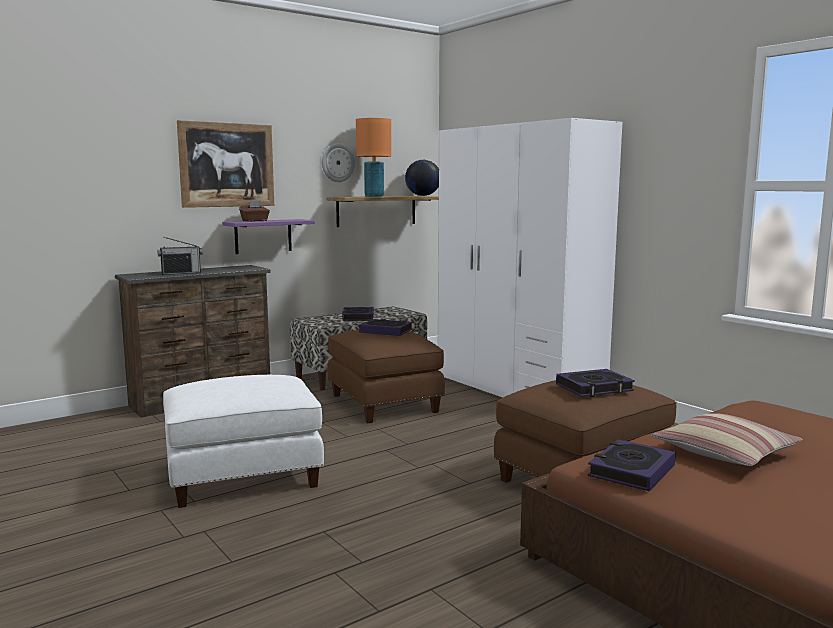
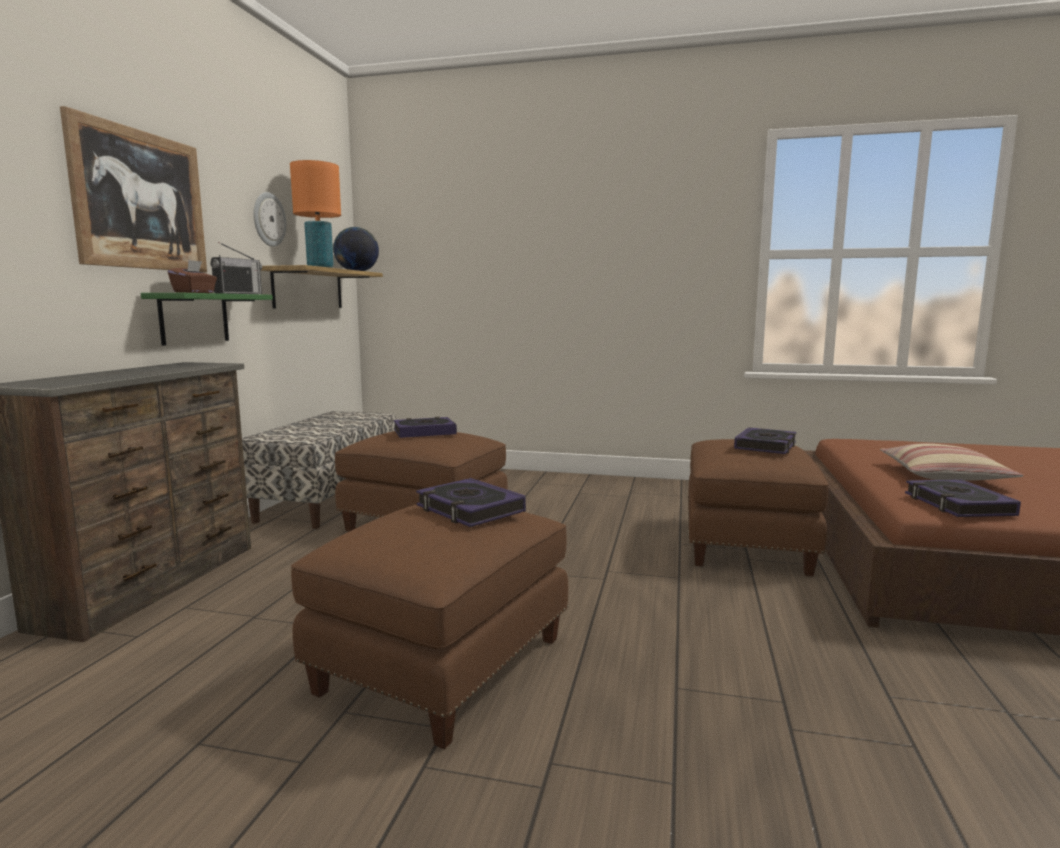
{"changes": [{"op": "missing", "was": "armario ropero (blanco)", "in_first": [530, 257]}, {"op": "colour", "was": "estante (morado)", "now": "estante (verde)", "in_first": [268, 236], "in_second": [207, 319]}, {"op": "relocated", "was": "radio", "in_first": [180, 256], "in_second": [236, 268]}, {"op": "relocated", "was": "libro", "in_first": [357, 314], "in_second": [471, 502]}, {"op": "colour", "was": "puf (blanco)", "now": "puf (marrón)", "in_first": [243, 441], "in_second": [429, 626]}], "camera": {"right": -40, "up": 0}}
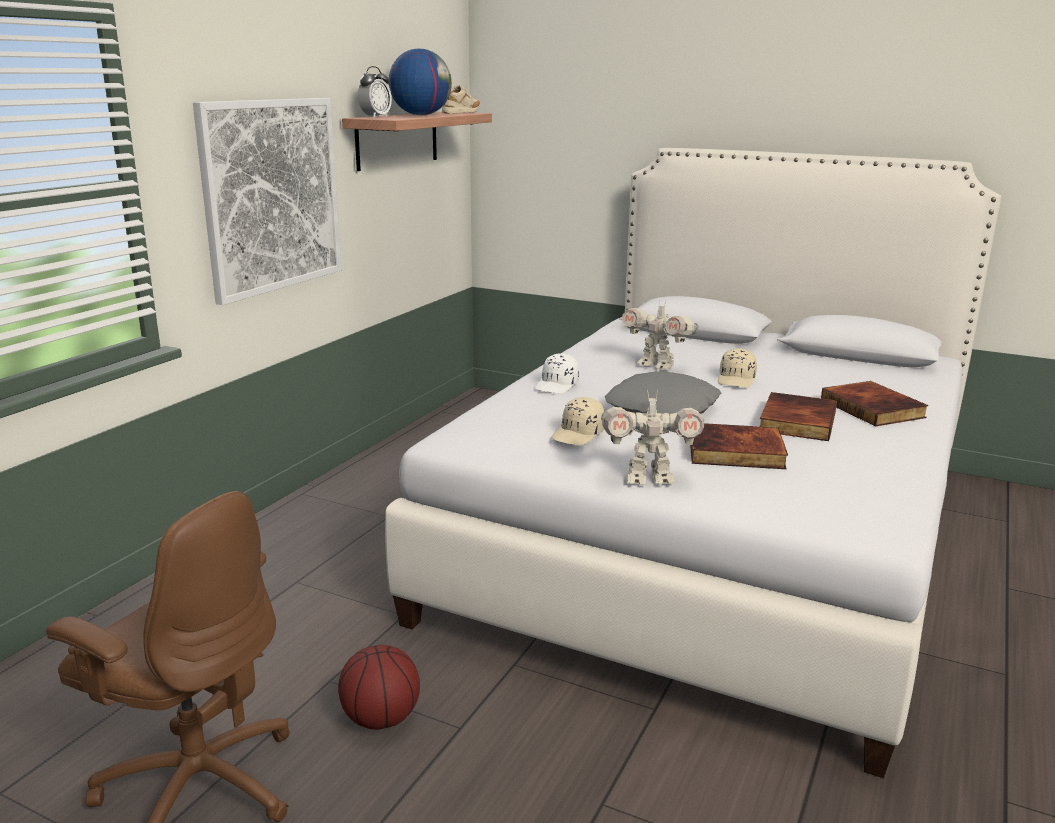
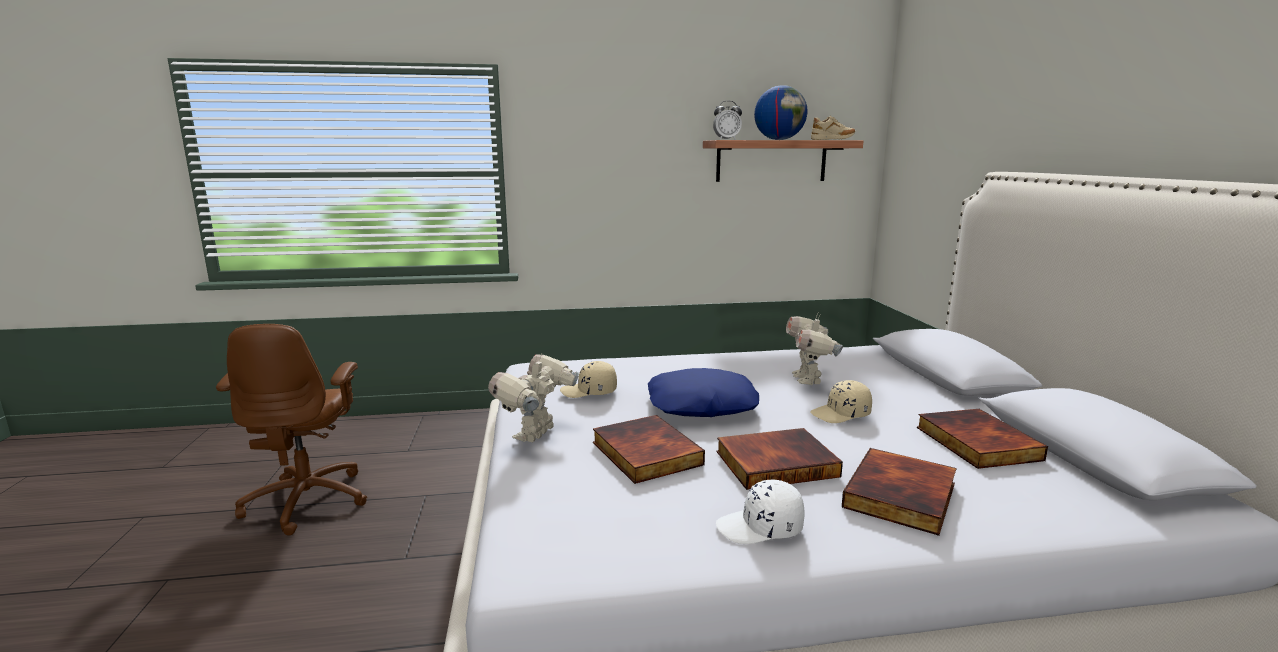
{"changes": [{"op": "missing", "was": "cuadro", "in_first": [267, 201]}, {"op": "relocated", "was": "gorra (blanco)", "in_first": [557, 373], "in_second": [760, 512]}, {"op": "colour", "was": "cojín (gris)", "now": "cojín (azul)", "in_first": [663, 393], "in_second": [703, 392]}, {"op": "spun", "was": "robot de juguete", "in_first": [652, 437], "in_second": [533, 398], "clockwise": 60}, {"op": "missing", "was": "balón de baloncesto", "in_first": [379, 687]}, {"op": "appeared", "now": "libro", "in_second": [982, 439]}], "camera": {"right": 55, "up": -5}}
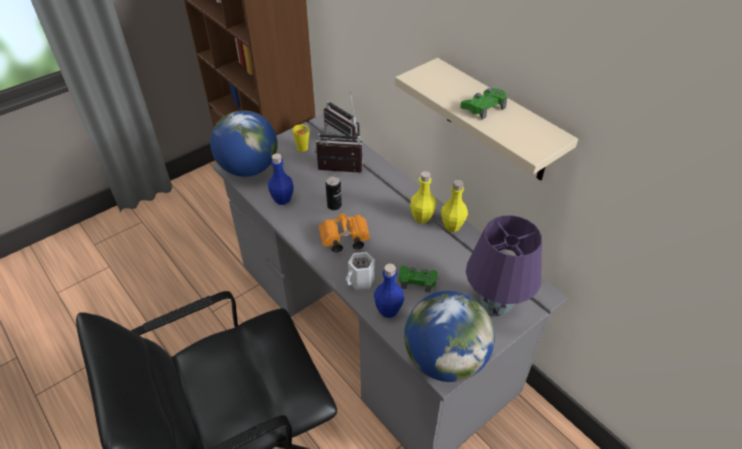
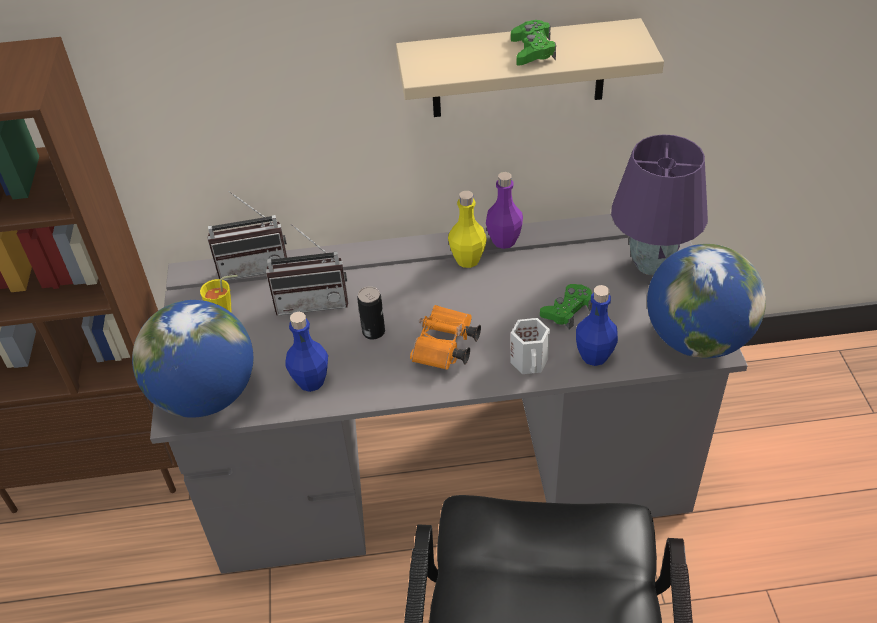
{"changes": [{"op": "spun", "was": "radio", "in_first": [339, 153], "in_second": [307, 270], "clockwise": -135}, {"op": "colour", "was": "botella (amarillo)", "now": "botella (morado)", "in_first": [454, 206], "in_second": [504, 210]}], "camera": {"right": -55, "up": 0}}
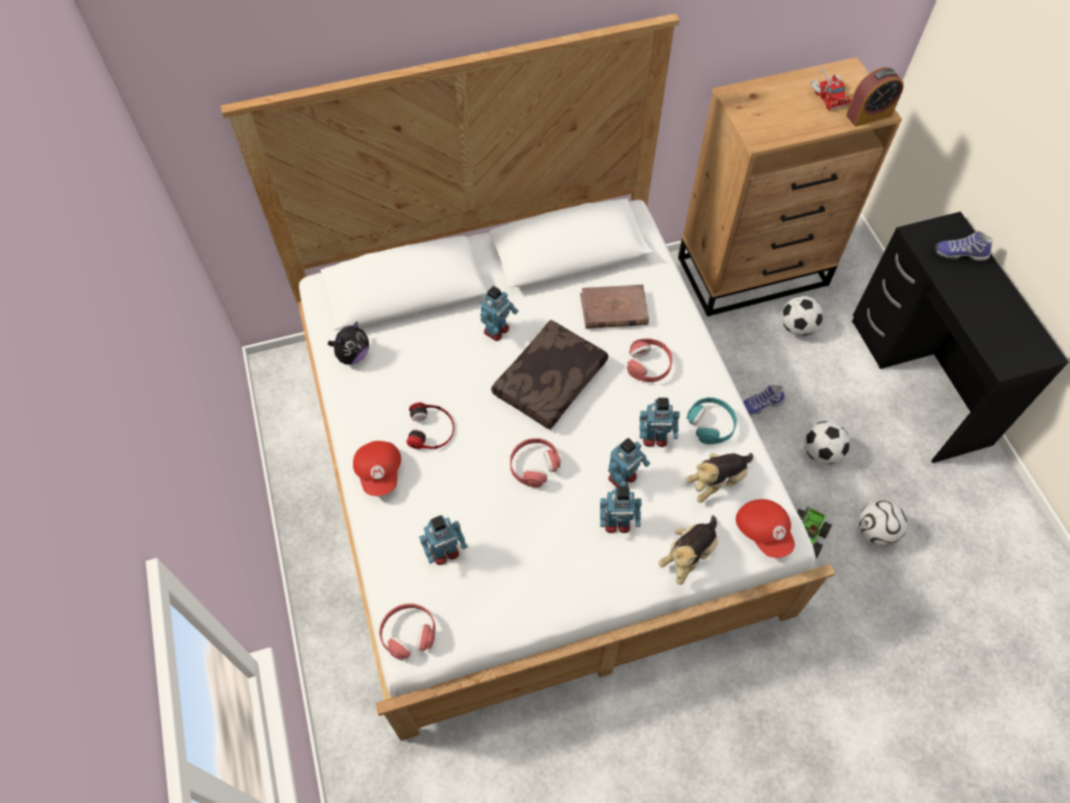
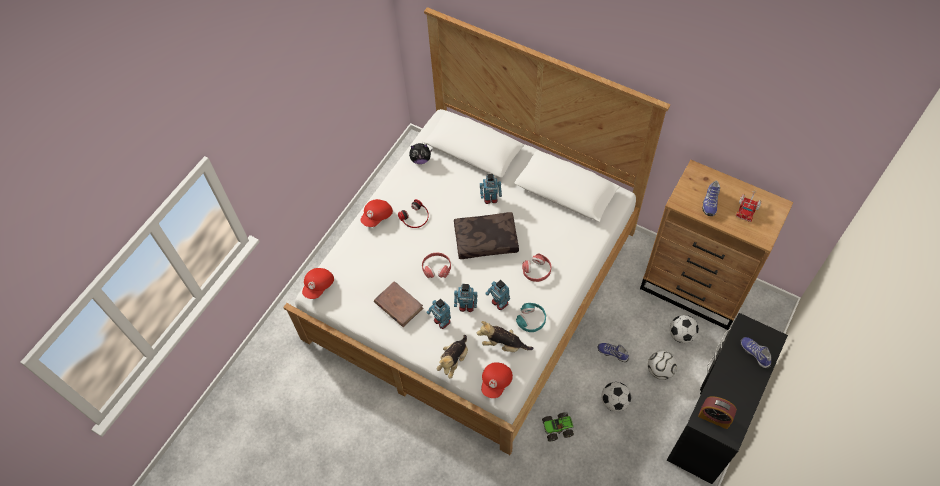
{"changes": [{"op": "relocated", "was": "despertador", "in_first": [875, 97], "in_second": [717, 412]}, {"op": "relocated", "was": "libro (marrón)", "in_first": [614, 307], "in_second": [398, 304]}, {"op": "relocated", "was": "balón de fútbol", "in_first": [882, 523], "in_second": [662, 365]}, {"op": "missing", "was": "robot de juguete", "in_first": [443, 540]}, {"op": "spun", "was": "peluche", "in_first": [688, 550], "in_second": [452, 357], "clockwise": -60}, {"op": "exchanged", "was": "auriculares (rojo)", "now": "gorra (rojo)", "in_first": [407, 631], "in_second": [318, 283]}, {"op": "appeared", "now": "zapato", "in_second": [711, 198]}], "camera": {"right": 50, "up": 0}}
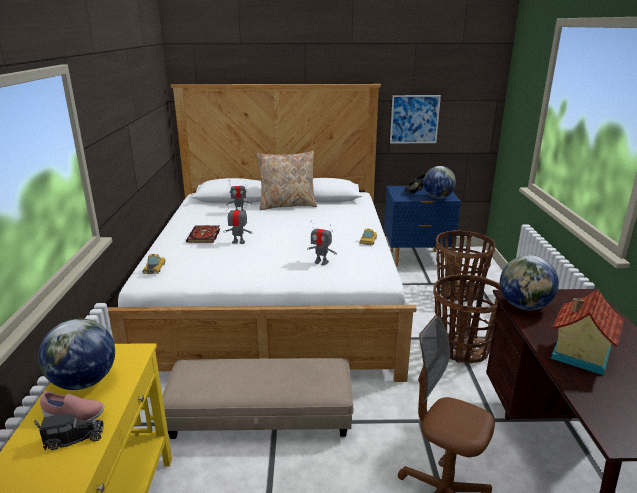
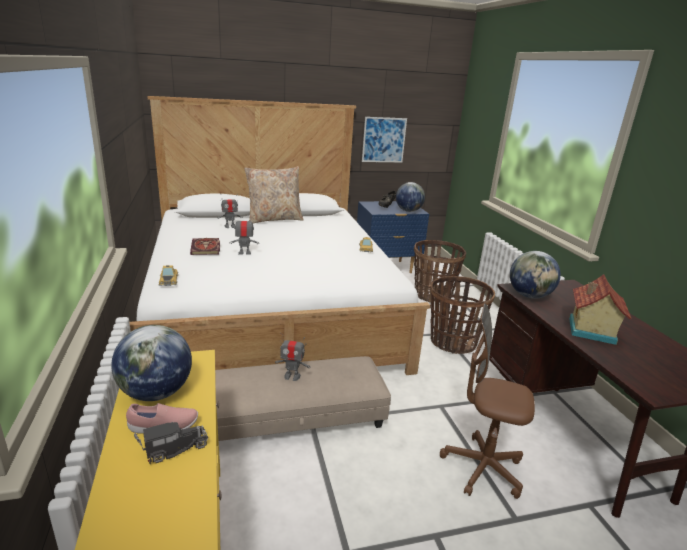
{"changes": [{"op": "relocated", "was": "robot de juguete", "in_first": [322, 243], "in_second": [292, 357]}], "camera": {"right": -15, "up": 0}}
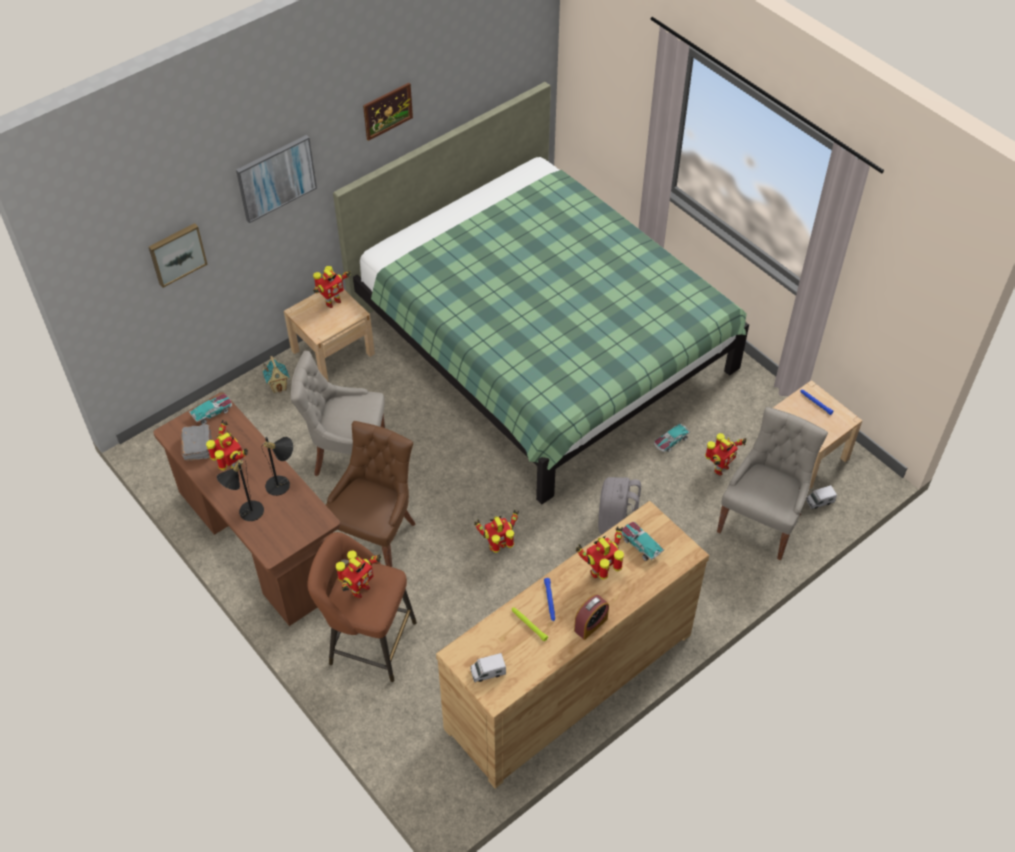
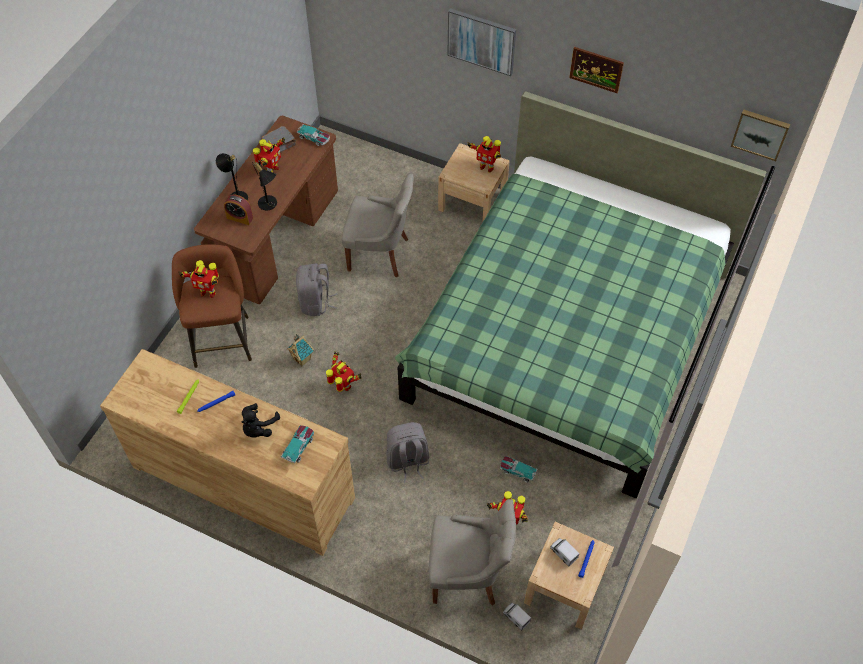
{"changes": [{"op": "relocated", "was": "cuadro", "in_first": [178, 255], "in_second": [760, 135]}, {"op": "spun", "was": "silla (gris)", "in_first": [338, 413], "in_second": [378, 225], "clockwise": 120}, {"op": "relocated", "was": "casita", "in_first": [276, 375], "in_second": [300, 350]}, {"op": "exchanged", "was": "silla (marrón)", "now": "mochila (gris)", "in_first": [371, 494], "in_second": [317, 289]}, {"op": "exchanged", "was": "robot de juguete", "now": "peluche (negro)", "in_first": [599, 553], "in_second": [260, 420]}, {"op": "relocated", "was": "despertador", "in_first": [591, 617], "in_second": [238, 210]}, {"op": "relocated", "was": "camión de juguete", "in_first": [488, 667], "in_second": [565, 552]}], "camera": {"right": 65, "up": 5}}
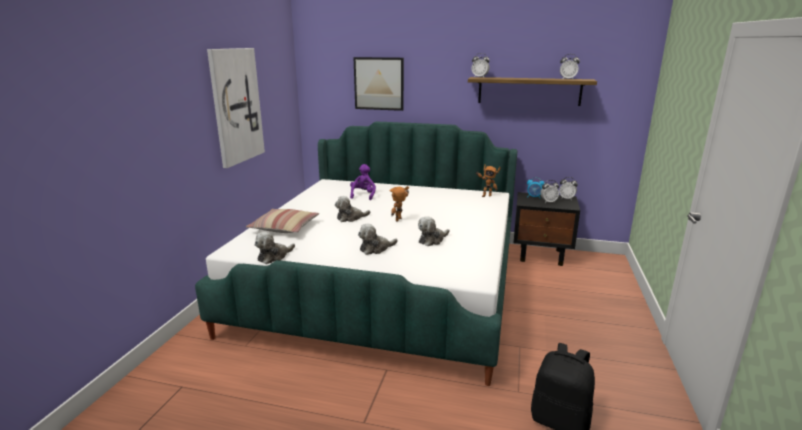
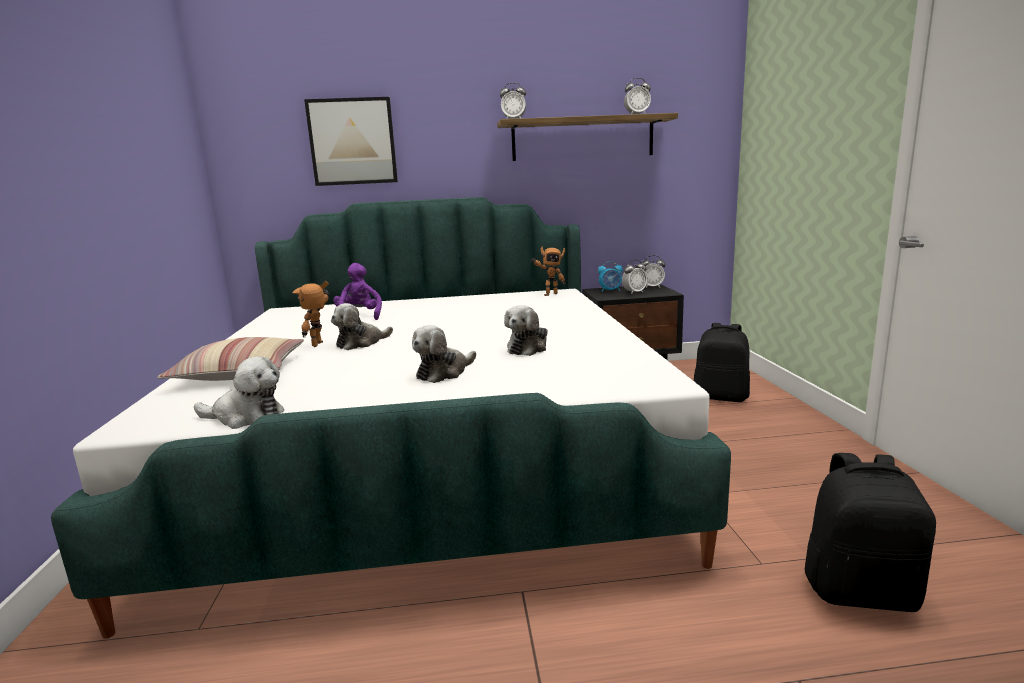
{"changes": [{"op": "missing", "was": "cuadro", "in_first": [236, 108]}, {"op": "relocated", "was": "robot de juguete", "in_first": [399, 204], "in_second": [310, 314]}, {"op": "spun", "was": "peluche", "in_first": [275, 248], "in_second": [239, 392], "clockwise": -105}, {"op": "appeared", "now": "mochila (negro)", "in_second": [722, 362]}], "camera": {"right": -20, "up": -5}}
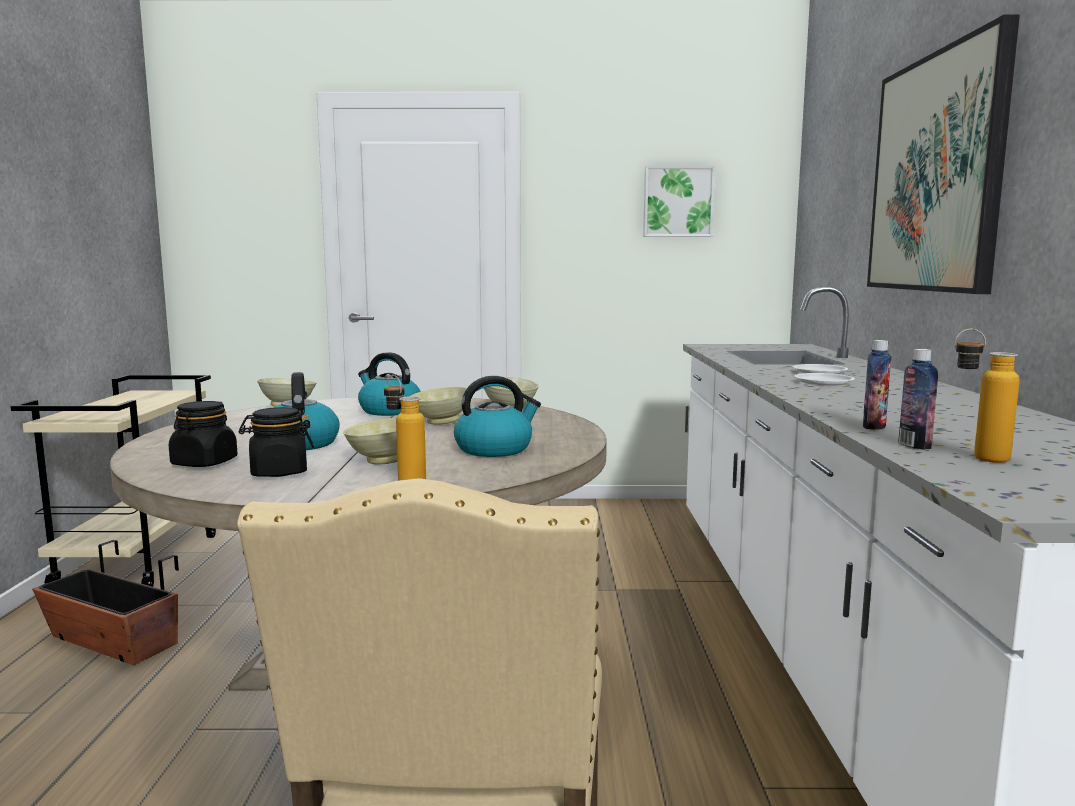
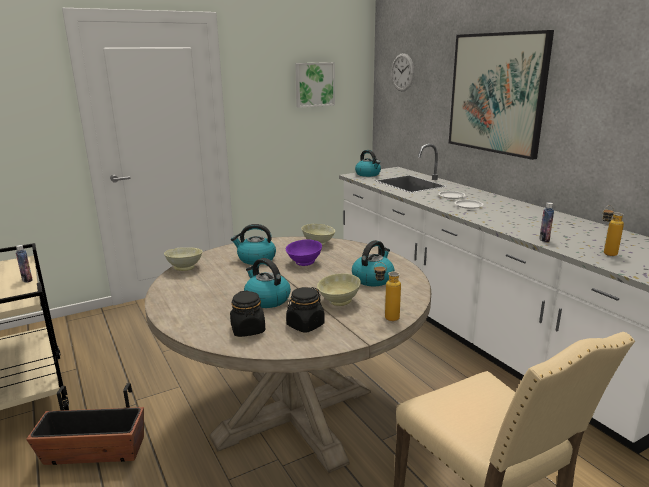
{"changes": [{"op": "relocated", "was": "botella", "in_first": [918, 399], "in_second": [24, 264]}, {"op": "colour", "was": "cuenco (beis)", "now": "cuenco (morado)", "in_first": [439, 406], "in_second": [304, 252]}, {"op": "appeared", "now": "reloj de pared", "in_second": [402, 72]}, {"op": "appeared", "now": "hervidor", "in_second": [368, 163]}], "camera": {"right": -30, "up": 10}}
